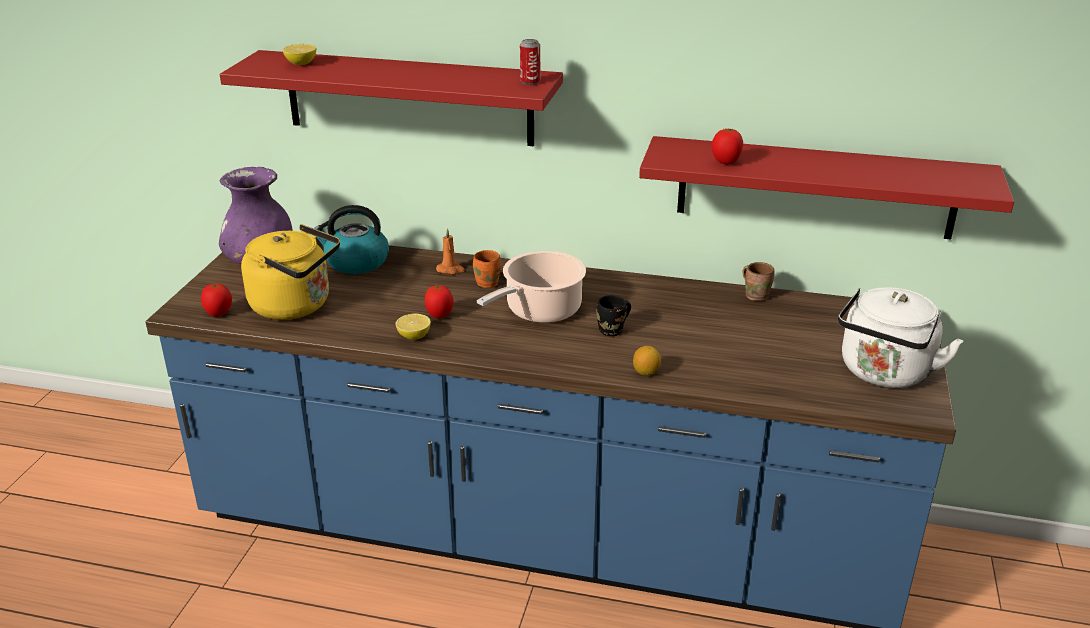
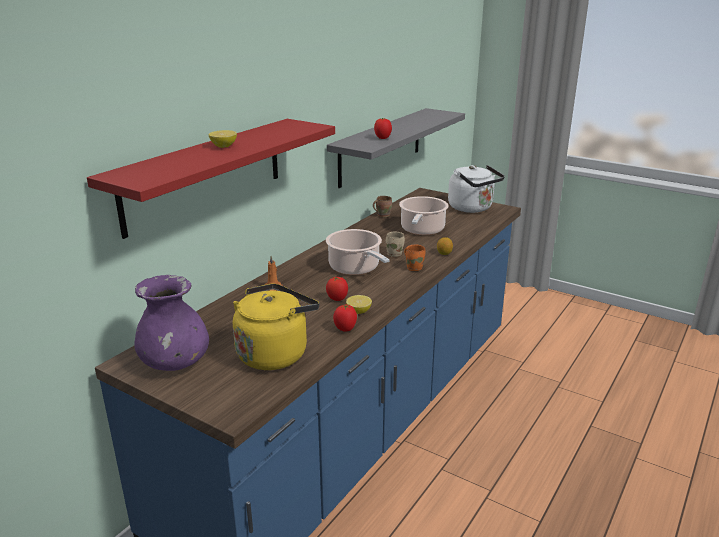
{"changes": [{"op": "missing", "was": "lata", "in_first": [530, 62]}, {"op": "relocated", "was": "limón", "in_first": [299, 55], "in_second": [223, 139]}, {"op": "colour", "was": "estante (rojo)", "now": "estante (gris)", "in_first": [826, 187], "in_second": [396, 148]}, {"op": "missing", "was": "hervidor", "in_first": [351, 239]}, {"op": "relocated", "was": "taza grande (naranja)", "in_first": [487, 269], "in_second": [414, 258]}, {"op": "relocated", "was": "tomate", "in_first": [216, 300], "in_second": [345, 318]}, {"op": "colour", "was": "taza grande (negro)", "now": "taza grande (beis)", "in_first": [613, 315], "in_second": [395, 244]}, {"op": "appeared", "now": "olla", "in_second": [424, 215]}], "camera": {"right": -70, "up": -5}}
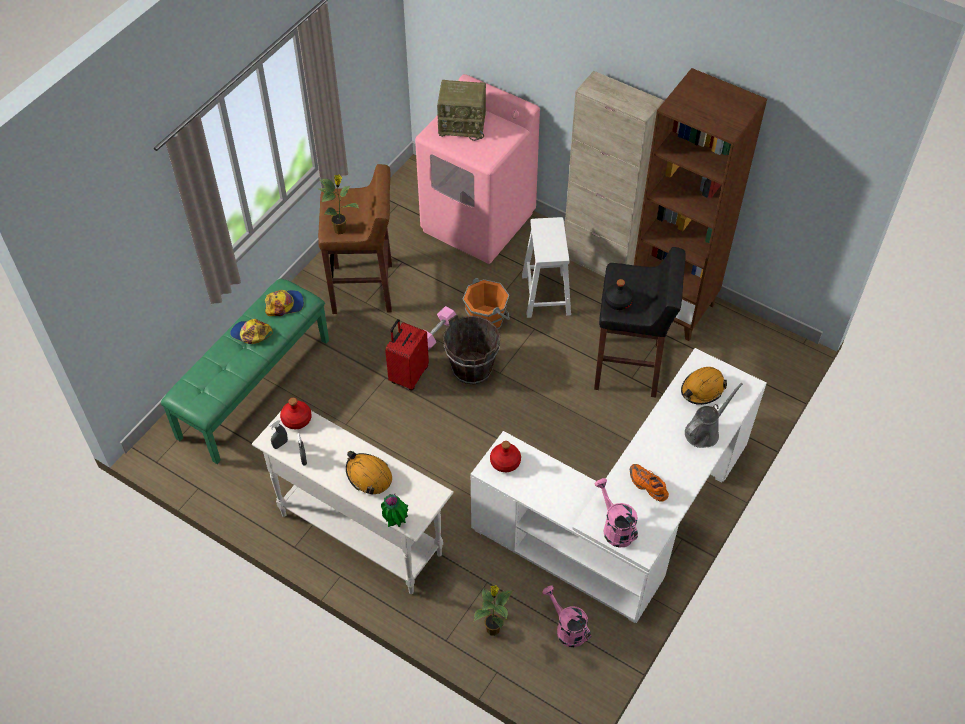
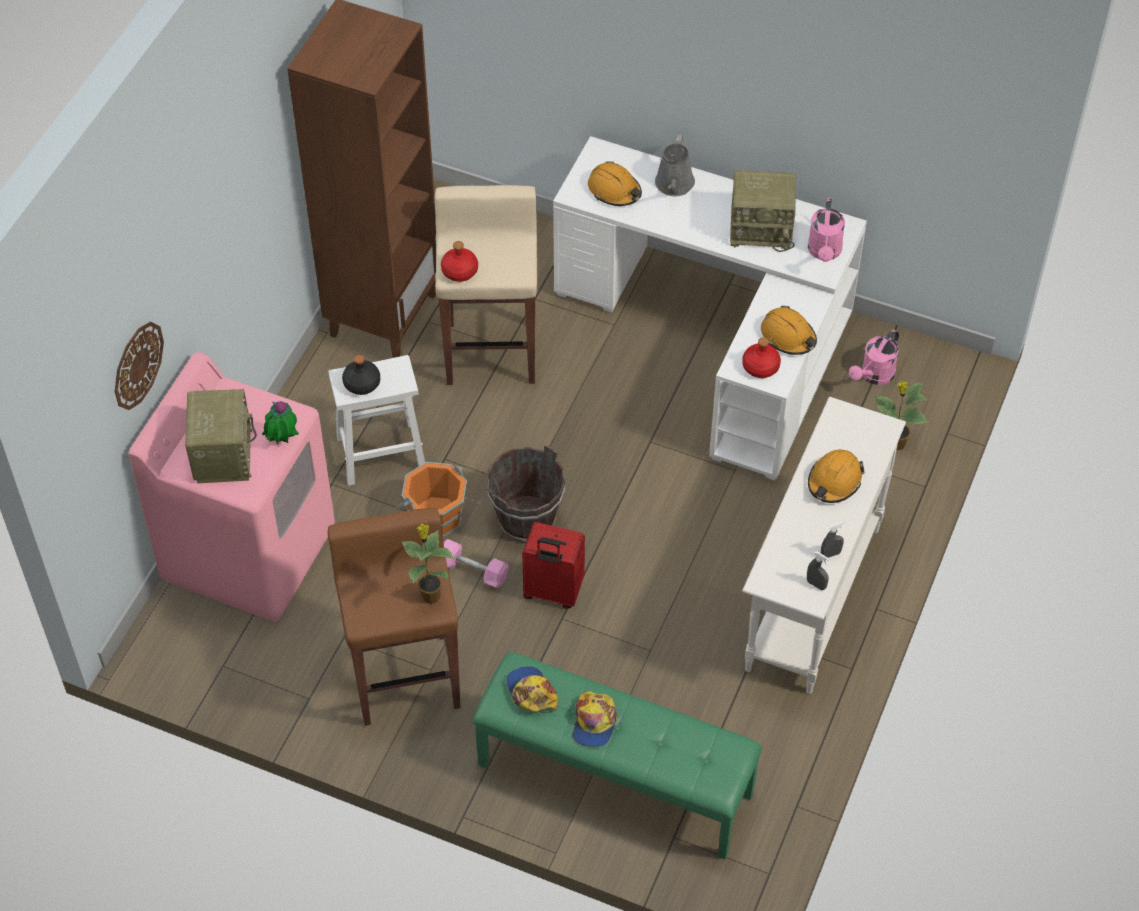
{"changes": [{"op": "missing", "was": "armario (beis)", "in_first": [614, 174]}, {"op": "colour", "was": "taburete (negro)", "now": "taburete (beis)", "in_first": [640, 322], "in_second": [485, 285]}, {"op": "relocated", "was": "botella (negro)", "in_first": [618, 294], "in_second": [361, 375]}, {"op": "spun", "was": "regadera (gris)", "in_first": [714, 415], "in_second": [675, 165], "clockwise": -120}, {"op": "relocated", "was": "botella (rojo)", "in_first": [296, 413], "in_second": [459, 261]}, {"op": "exchanged", "was": "zapato (naranja)", "now": "radio", "in_first": [649, 483], "in_second": [763, 211]}, {"op": "spun", "was": "regadera (rosa)", "in_first": [616, 513], "in_second": [826, 230], "clockwise": -45}, {"op": "relocated", "was": "planta en maceta", "in_first": [394, 510], "in_second": [280, 422]}, {"op": "appeared", "now": "casco (naranja)", "in_second": [789, 330]}, {"op": "appeared", "now": "reloj de pared", "in_second": [139, 366]}], "camera": {"right": -100, "up": 0}}
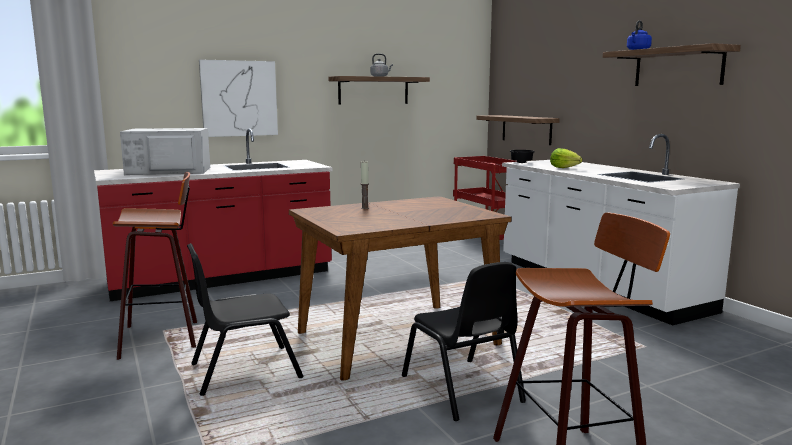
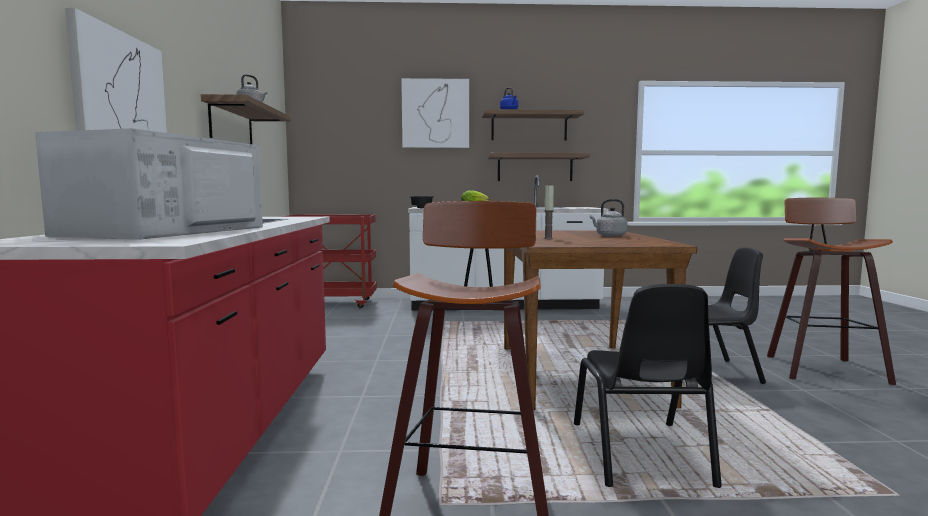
{"changes": [{"op": "relocated", "was": "estante", "in_first": [518, 130], "in_second": [539, 167]}, {"op": "appeared", "now": "cuadro", "in_second": [435, 113]}, {"op": "appeared", "now": "hervidor (gris)", "in_second": [608, 218]}], "camera": {"right": -65, "up": -5}}
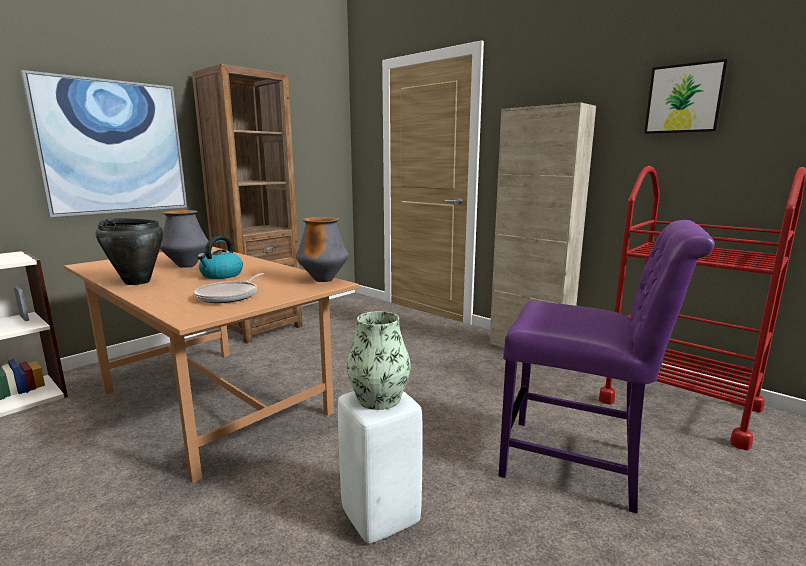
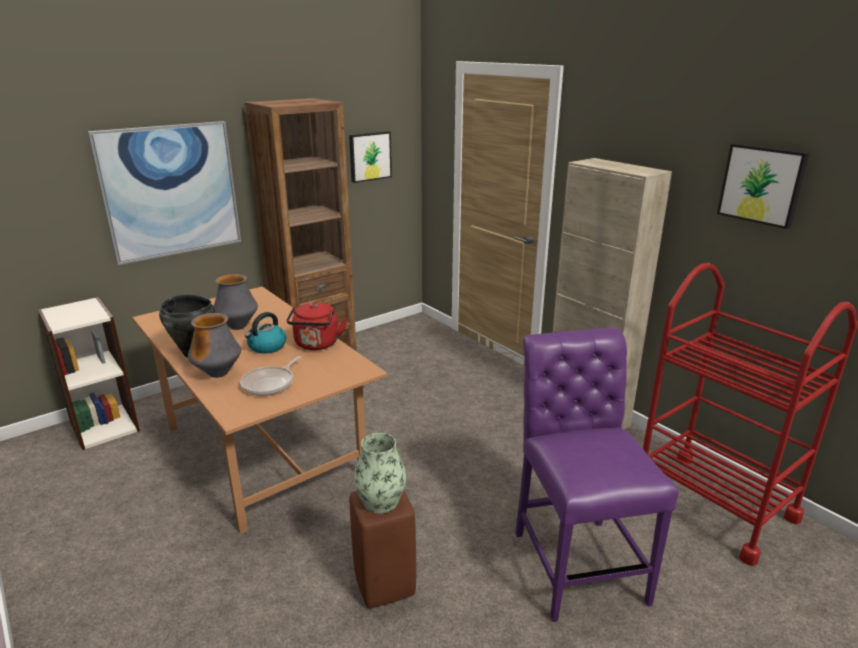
{"changes": [{"op": "relocated", "was": "florero", "in_first": [322, 249], "in_second": [214, 345]}, {"op": "spun", "was": "silla (morado)", "in_first": [607, 367], "in_second": [597, 475], "clockwise": -135}, {"op": "colour", "was": "taburete (blanco)", "now": "taburete (marrón)", "in_first": [380, 467], "in_second": [383, 549]}, {"op": "appeared", "now": "cuadro", "in_second": [370, 157]}, {"op": "appeared", "now": "hervidor (rojo)", "in_second": [317, 326]}], "camera": {"right": 10, "up": 10}}
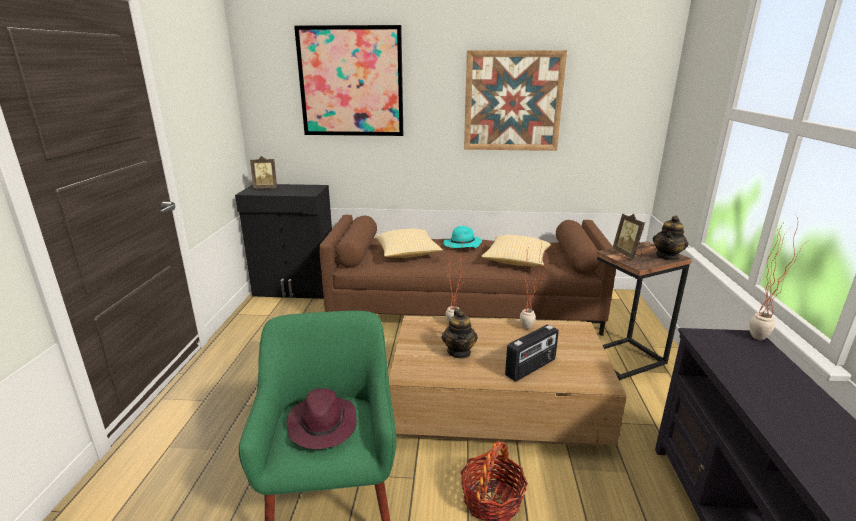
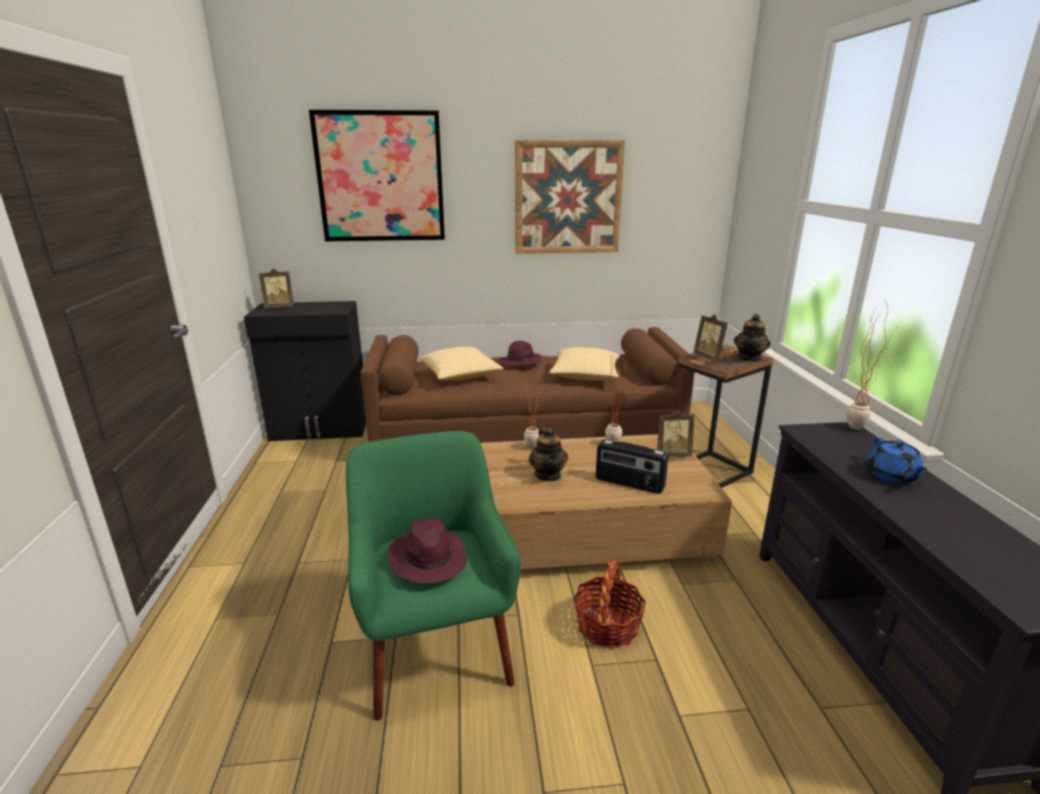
{"changes": [{"op": "colour", "was": "sombrero (turquesa)", "now": "sombrero (morado)", "in_first": [462, 237], "in_second": [520, 353]}, {"op": "spun", "was": "radio", "in_first": [532, 353], "in_second": [632, 466], "clockwise": 75}, {"op": "appeared", "now": "portarretratos", "in_second": [675, 433]}, {"op": "appeared", "now": "tetera (azul)", "in_second": [896, 460]}], "camera": {"right": -10, "up": 0}}
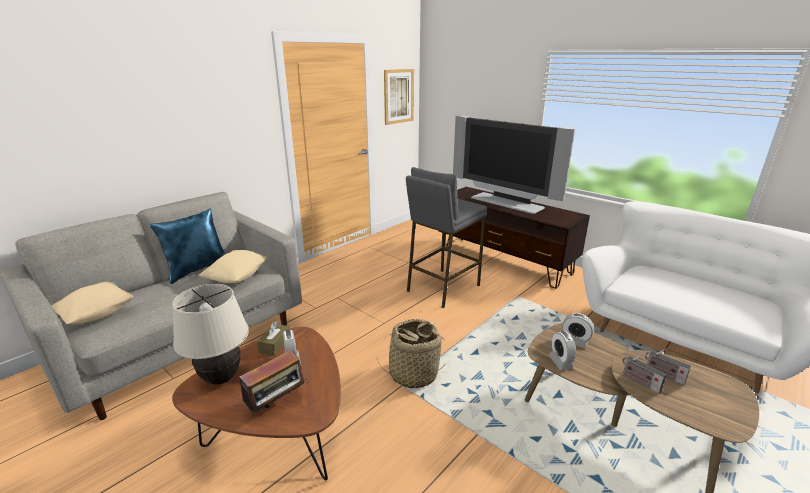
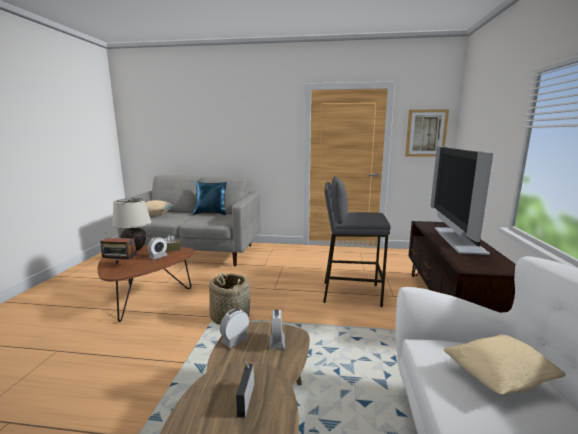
{"changes": [{"op": "relocated", "was": "cojín (beis)", "in_first": [233, 266], "in_second": [505, 364]}, {"op": "missing", "was": "radio", "in_first": [645, 374]}], "camera": {"right": 55, "up": -10}}
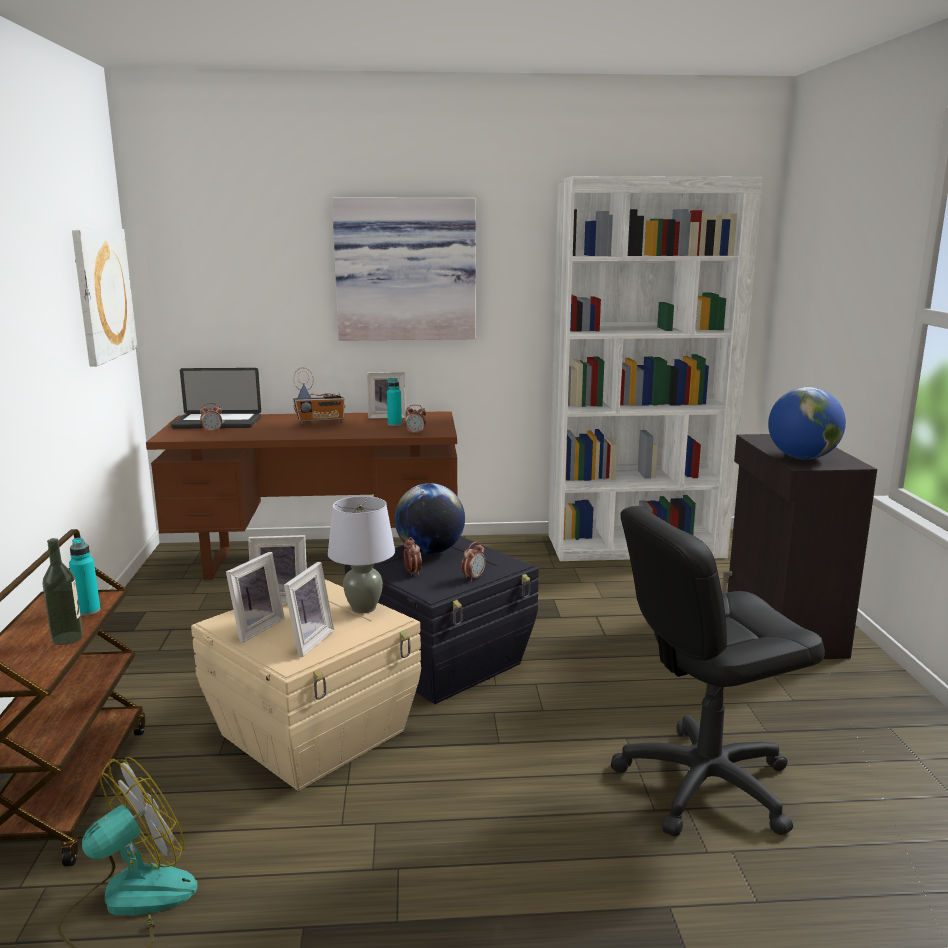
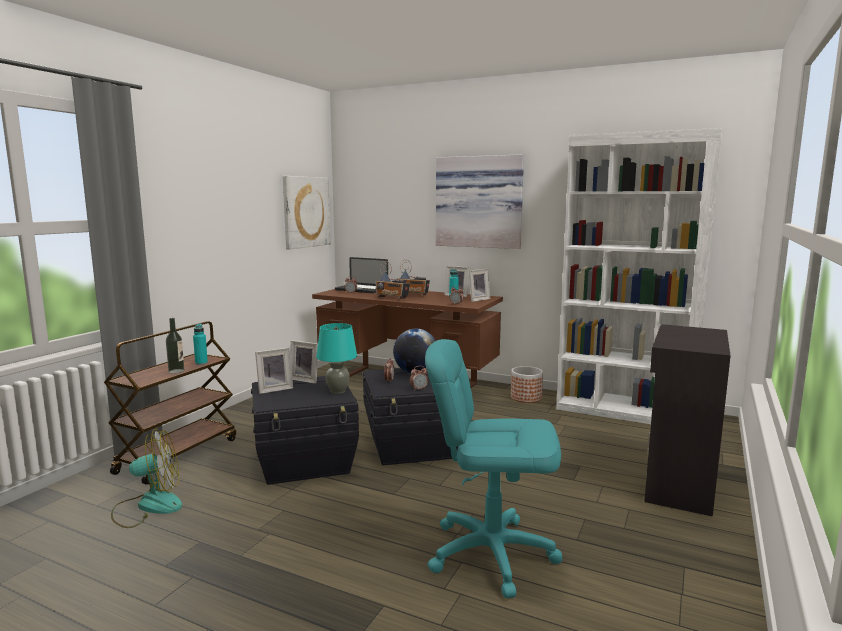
{"changes": [{"op": "missing", "was": "globo terráqueo", "in_first": [807, 423]}, {"op": "colour", "was": "lámpara de mesa (gris)", "now": "lámpara de mesa (turquesa)", "in_first": [361, 554], "in_second": [336, 358]}, {"op": "colour", "was": "silla de oficina (negro)", "now": "silla de oficina (turquesa)", "in_first": [718, 671], "in_second": [493, 468]}, {"op": "relocated", "was": "portarretratos", "in_first": [309, 609], "in_second": [479, 285]}, {"op": "colour", "was": "caja de almacenaje (beis)", "now": "caja de almacenaje (negro)", "in_first": [306, 685], "in_second": [305, 430]}, {"op": "appeared", "now": "radio", "in_second": [392, 280]}, {"op": "appeared", "now": "maceta", "in_second": [527, 384]}], "camera": {"right": 30, "up": -5}}
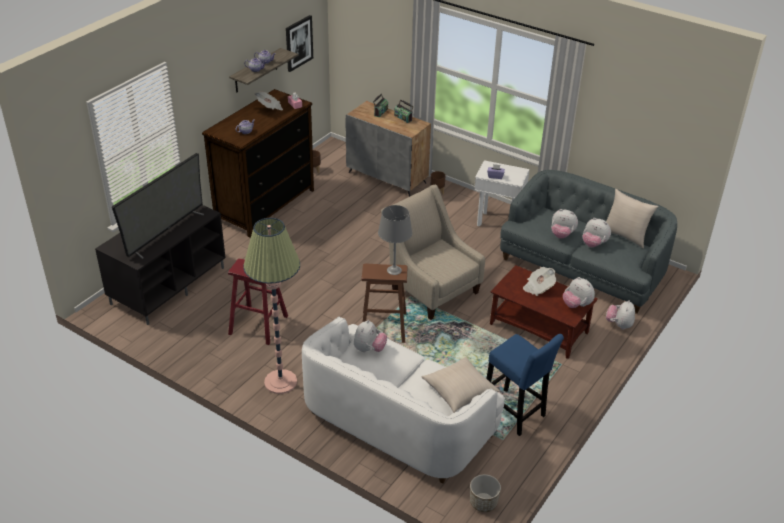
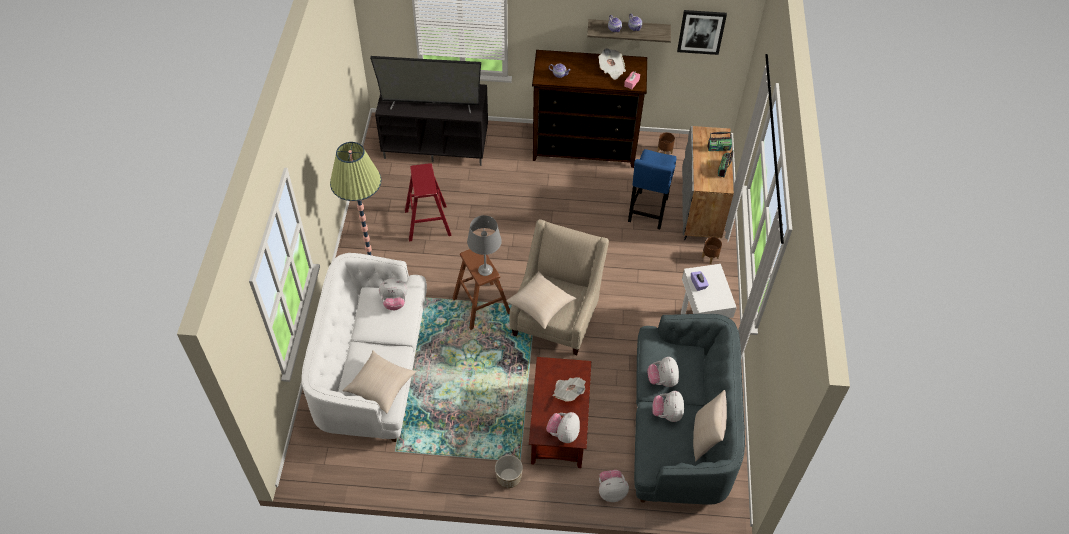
{"changes": [{"op": "relocated", "was": "taburete (azul)", "in_first": [525, 385], "in_second": [652, 189]}, {"op": "relocated", "was": "maceta", "in_first": [485, 493], "in_second": [509, 471]}, {"op": "appeared", "now": "cojín (beis)", "in_second": [541, 300]}], "camera": {"right": 60, "up": 15}}
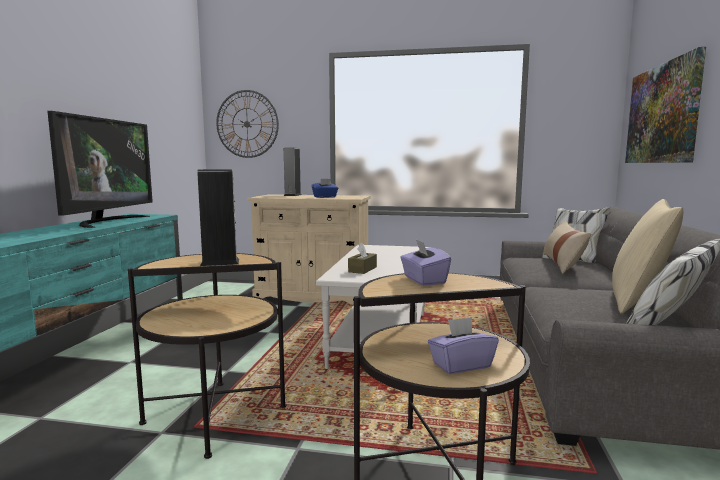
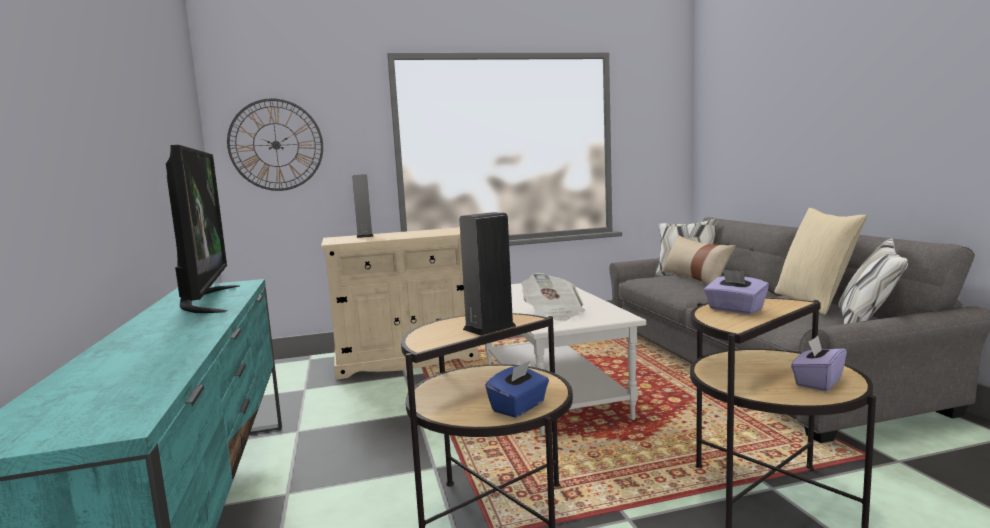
{"changes": [{"op": "missing", "was": "cuadro", "in_first": [665, 105]}, {"op": "relocated", "was": "caja de pañuelos (azul)", "in_first": [325, 188], "in_second": [517, 389]}, {"op": "exchanged", "was": "caja de pañuelos (marrón)", "now": "periódico", "in_first": [362, 258], "in_second": [553, 297]}], "camera": {"right": -25, "up": 0}}
